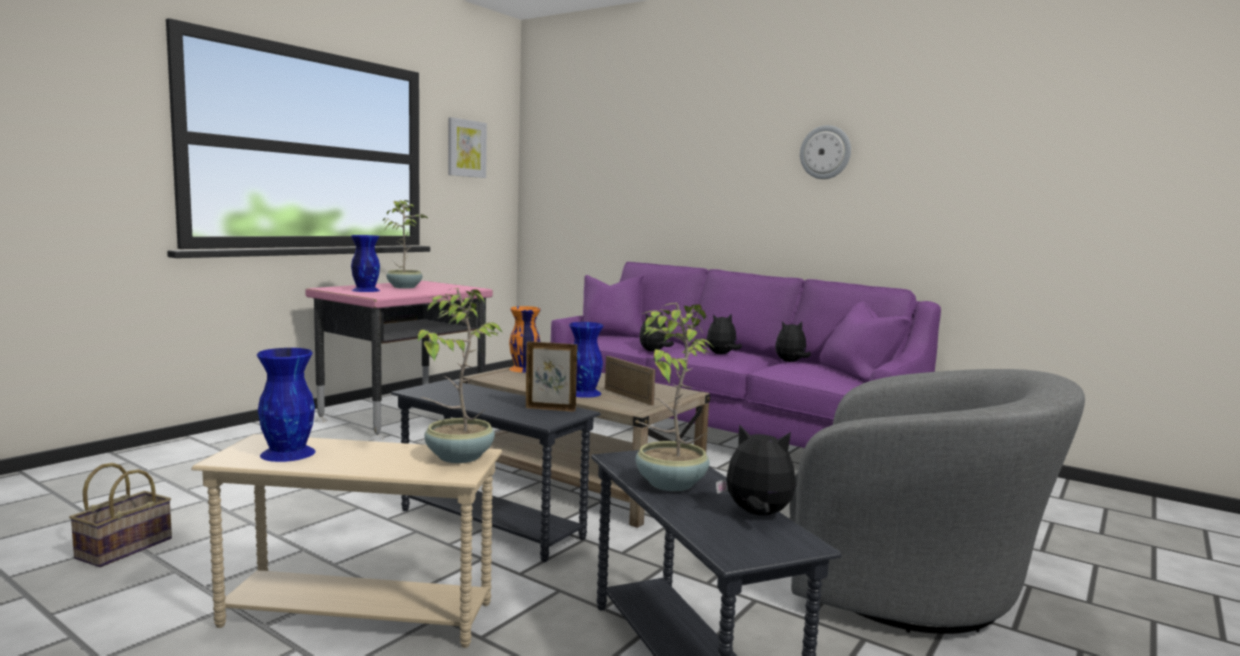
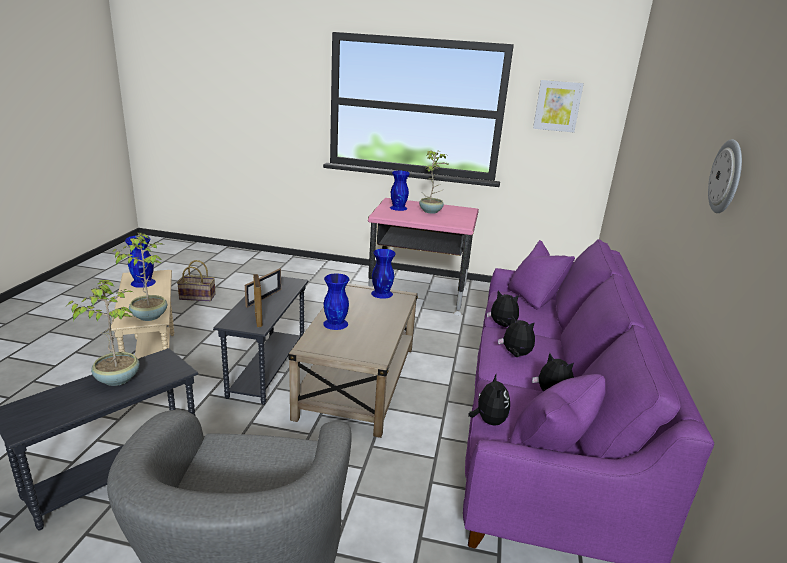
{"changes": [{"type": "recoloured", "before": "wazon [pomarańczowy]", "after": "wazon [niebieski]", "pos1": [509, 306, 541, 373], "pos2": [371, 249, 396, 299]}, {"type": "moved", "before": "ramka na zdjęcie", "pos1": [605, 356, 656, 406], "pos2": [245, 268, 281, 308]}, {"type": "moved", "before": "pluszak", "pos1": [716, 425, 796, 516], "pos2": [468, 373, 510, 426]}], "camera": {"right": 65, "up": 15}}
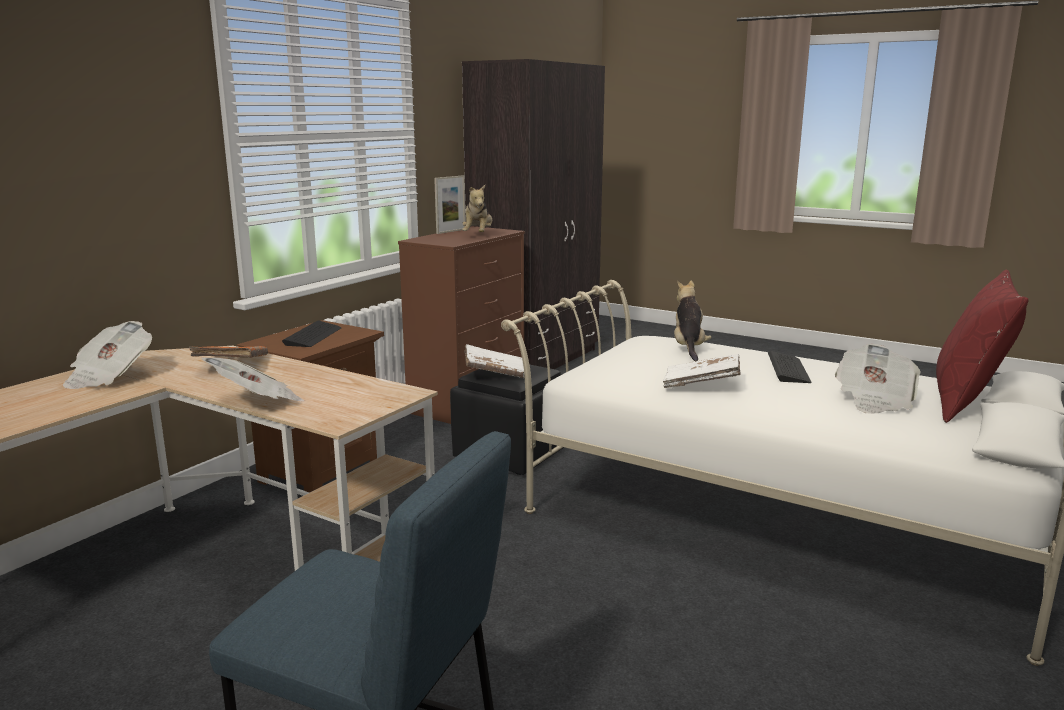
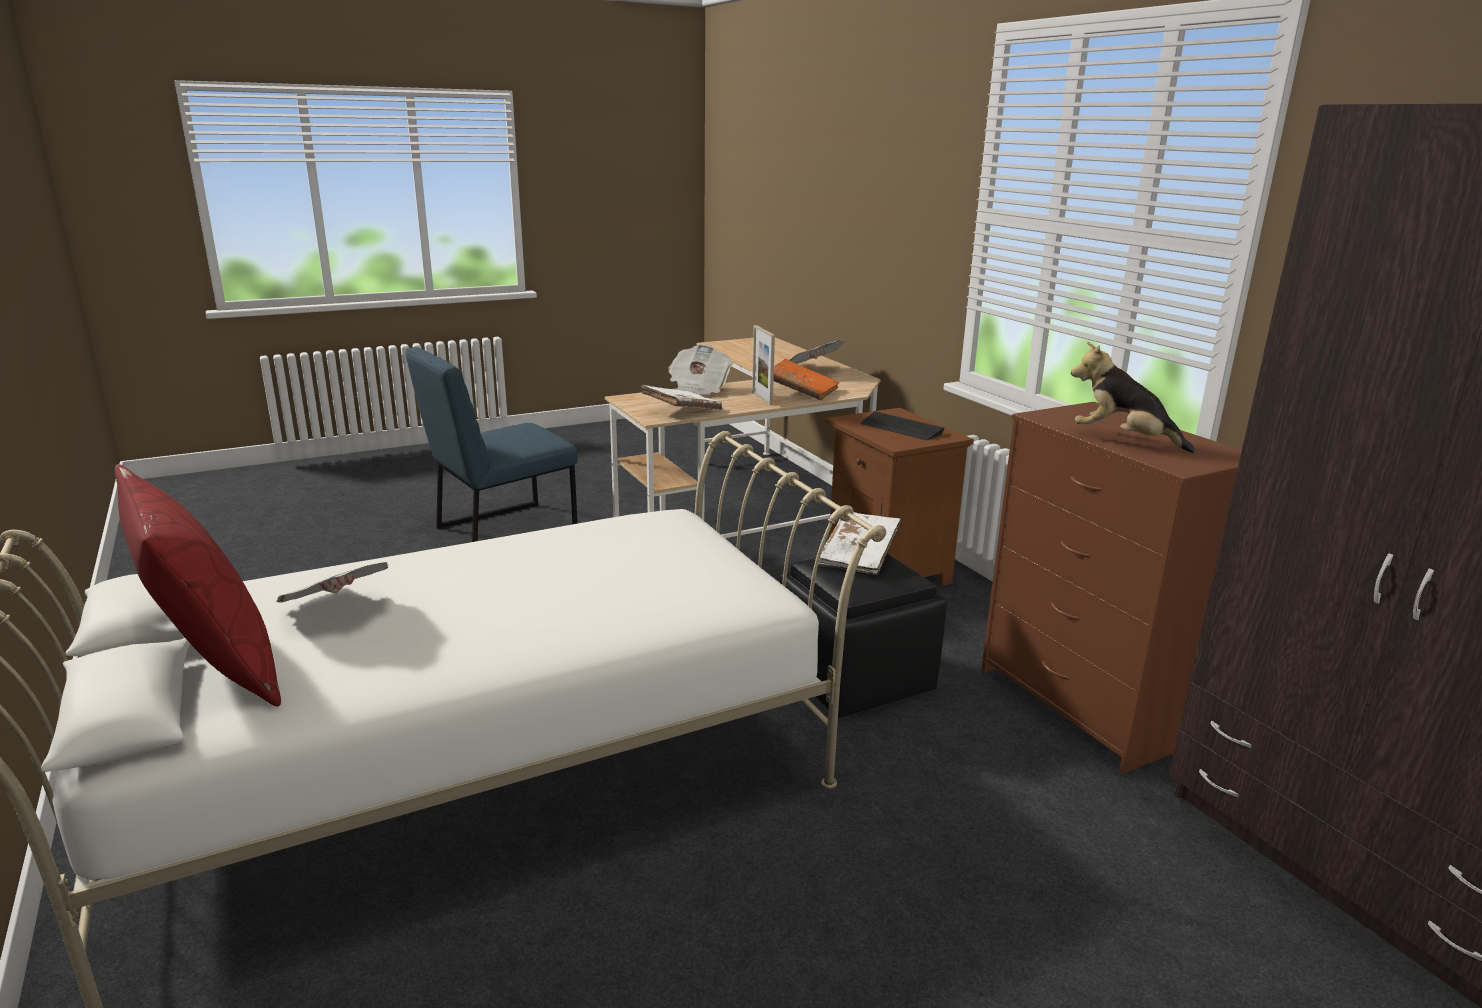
{"changes": [{"type": "moved", "before": "ramka na zdjęcie", "pos1": [434, 175, 466, 234], "pos2": [752, 325, 775, 405]}, {"type": "moved", "before": "książka [biały]", "pos1": [663, 354, 741, 388], "pos2": [642, 385, 722, 410]}, {"type": "removed", "before": "pluszak", "pos1": [674, 281, 712, 361]}, {"type": "removed", "before": "klawiatura", "pos1": [768, 351, 812, 383]}], "camera": {"right": 120, "up": 5}}
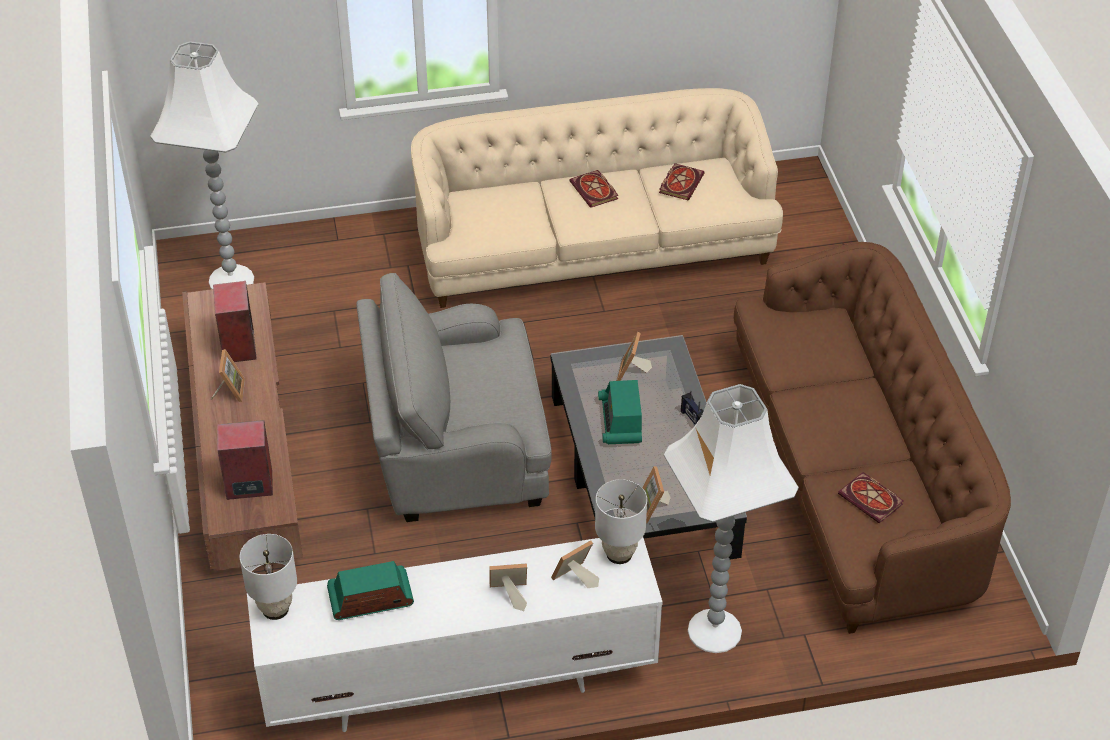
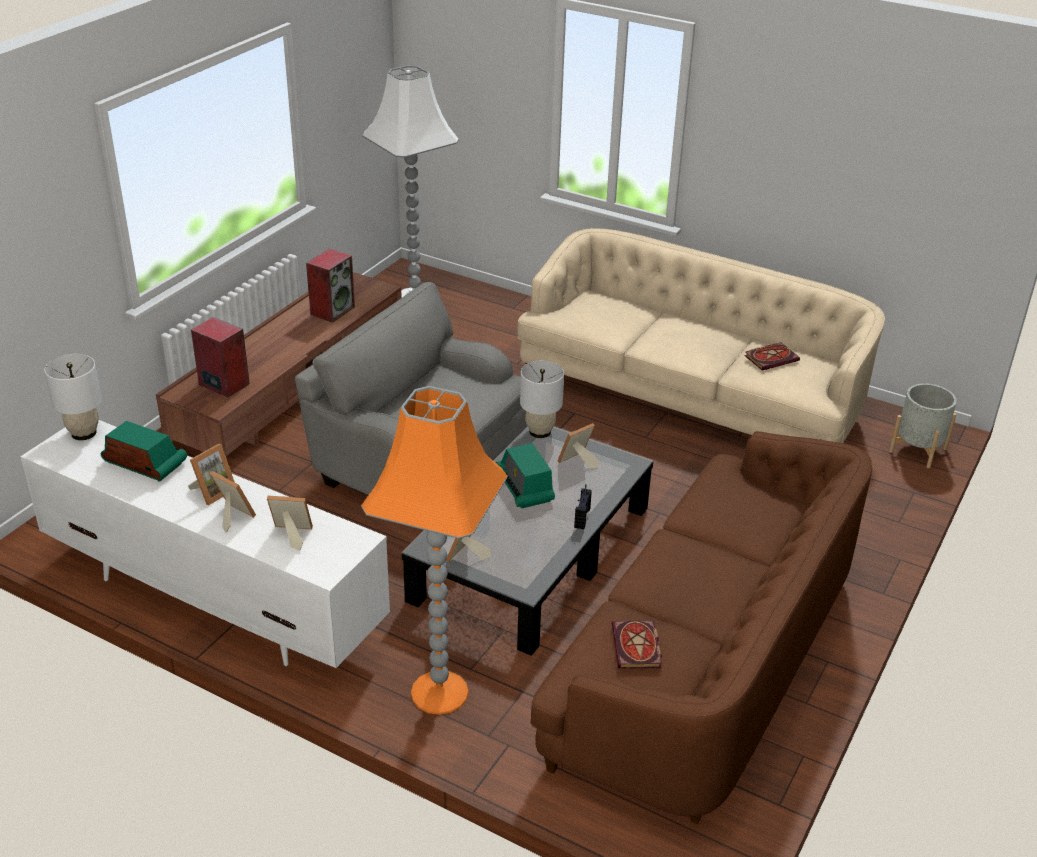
{"changes": [{"type": "moved", "before": "ramka na zdjęcie", "pos1": [211, 349, 245, 402], "pos2": [188, 444, 235, 505]}, {"type": "removed", "before": "książka", "pos1": [570, 170, 619, 208]}, {"type": "moved", "before": "lampa stołowa [biały]", "pos1": [595, 479, 647, 564], "pos2": [520, 361, 564, 438]}, {"type": "turned", "before": "radio", "pos1": [598, 380, 642, 444], "pos2": [496, 443, 555, 508], "turn": -60}, {"type": "recoloured", "before": "lampa stojąca [biały]", "after": "lampa stojąca [pomarańczowy]", "pos1": [664, 384, 799, 653], "pos2": [361, 386, 508, 715]}, {"type": "added", "after": "donica [szary]", "pos2": [889, 384, 957, 468]}], "camera": {"right": 40, "up": -10}}
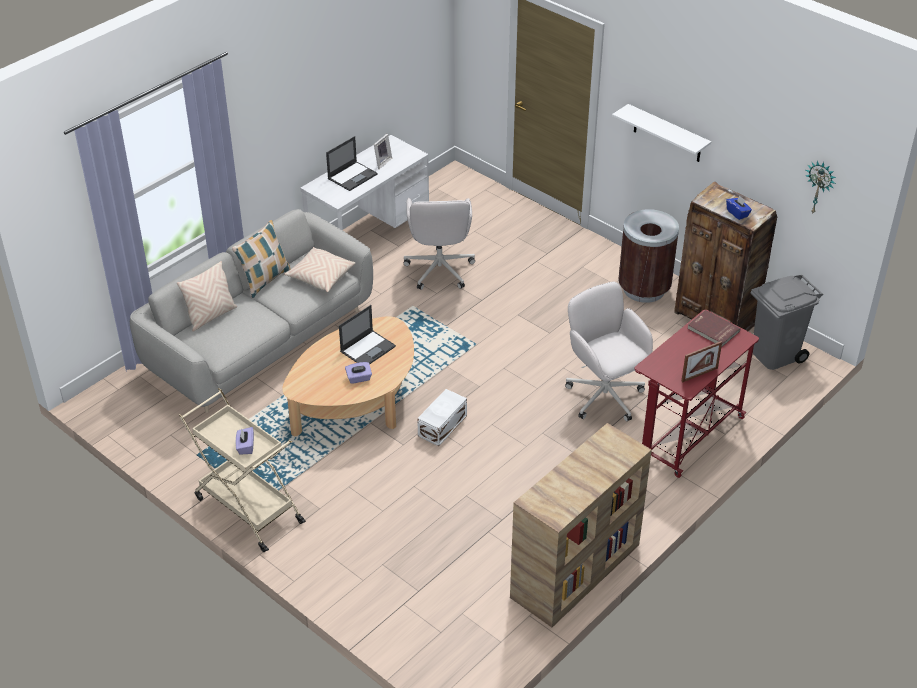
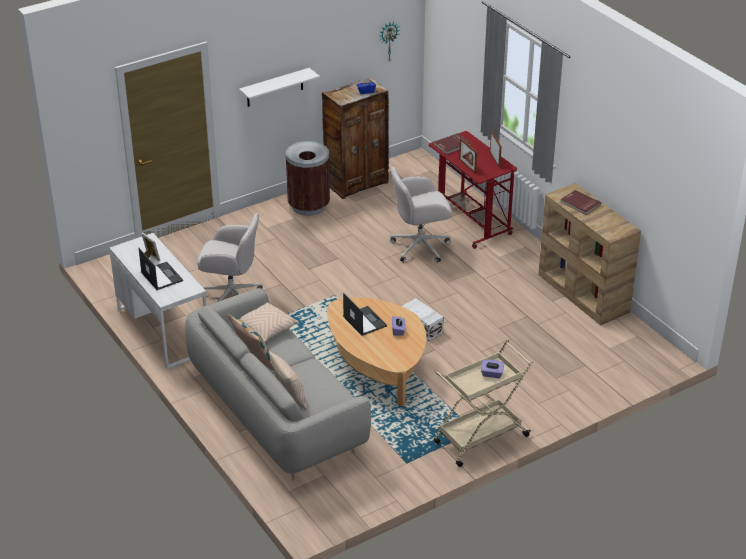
{"changes": [{"type": "removed", "before": "kosz na śmieci [szary]", "pos1": [750, 275, 823, 370]}, {"type": "added", "after": "ramka na zdjęcie", "pos2": [459, 138, 477, 174]}, {"type": "added", "after": "książka [czerwony]", "pos2": [560, 190, 601, 215]}], "camera": {"right": -75, "up": -5}}
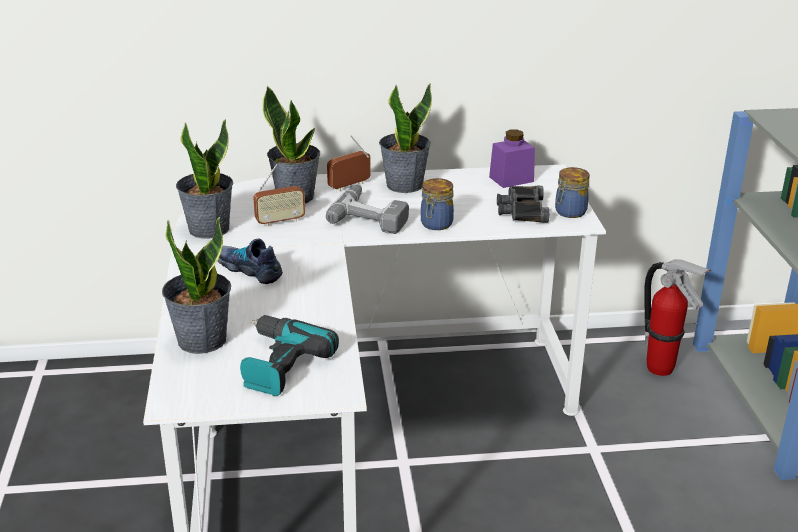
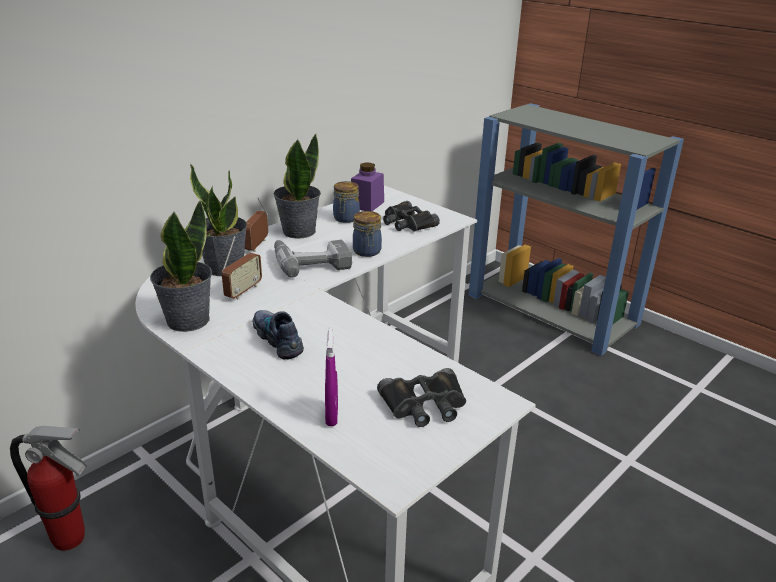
{"changes": [{"type": "replaced", "before": "roślina doniczkowa", "after": "spryskiwacz [fioletowy]", "pos1": [162, 217, 231, 354], "pos2": [325, 327, 338, 426]}, {"type": "turned", "before": "but", "pos1": [218, 238, 283, 284], "pos2": [253, 310, 304, 360], "turn": 60}, {"type": "replaced", "before": "wiertarka", "after": "lornetka [czarny]", "pos1": [240, 315, 339, 396], "pos2": [377, 368, 466, 427]}, {"type": "moved", "before": "słoik", "pos1": [555, 167, 590, 218], "pos2": [333, 181, 360, 223]}, {"type": "moved", "before": "gaśnica", "pos1": [644, 259, 712, 376], "pos2": [10, 426, 87, 551]}], "camera": {"right": -40, "up": 0}}
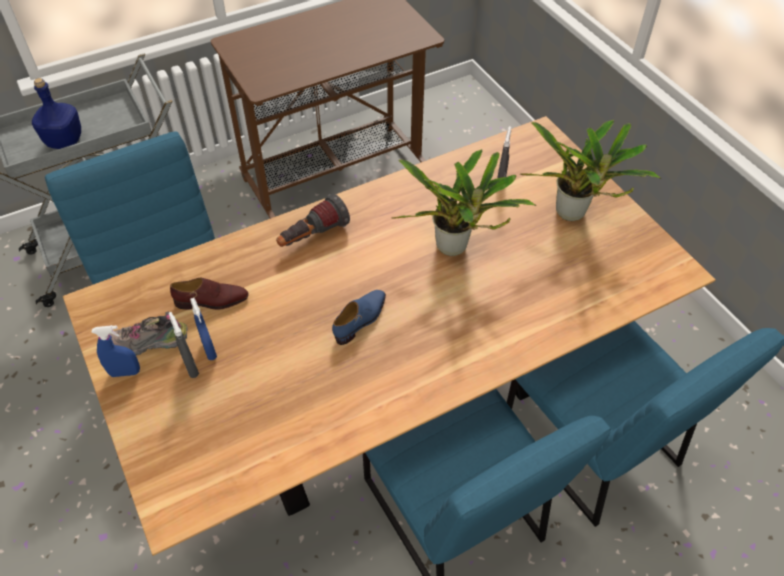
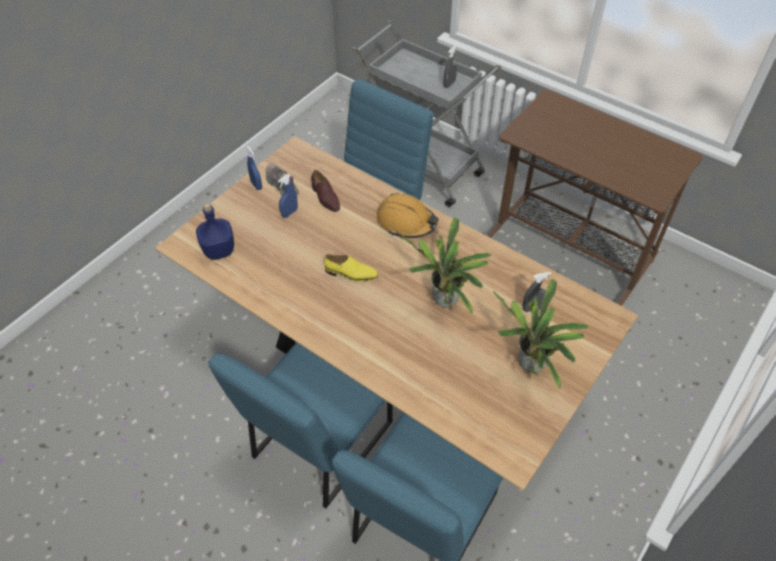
{"changes": [{"type": "moved", "before": "butelka [niebieski]", "pos1": [32, 78, 81, 149], "pos2": [196, 203, 234, 259]}, {"type": "moved", "before": "spryskiwacz [szary]", "pos1": [169, 312, 199, 378], "pos2": [443, 45, 457, 88]}, {"type": "replaced", "before": "latarka", "after": "kask [pomarańczowy]", "pos1": [276, 194, 350, 247], "pos2": [377, 193, 439, 238]}, {"type": "recoloured", "before": "but [niebieski]", "after": "but [żółty]", "pos1": [332, 290, 386, 345], "pos2": [324, 254, 378, 282]}], "camera": {"right": 65, "up": 0}}
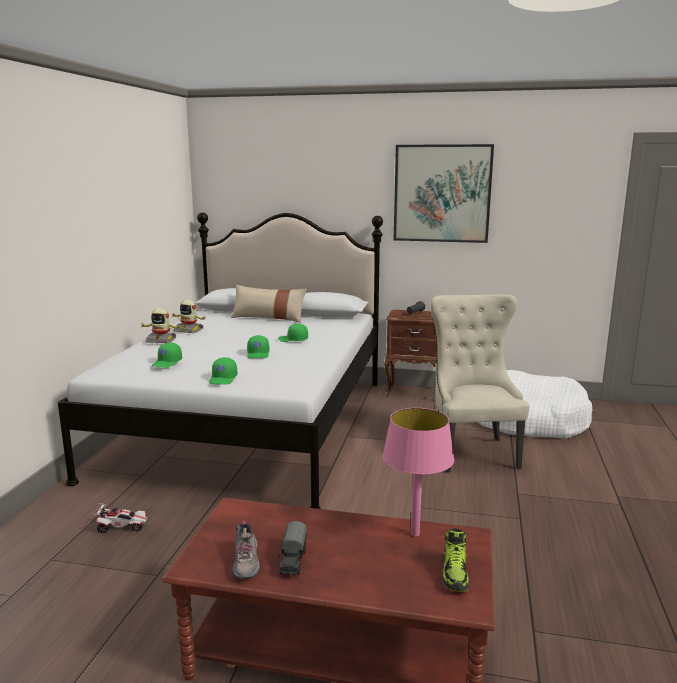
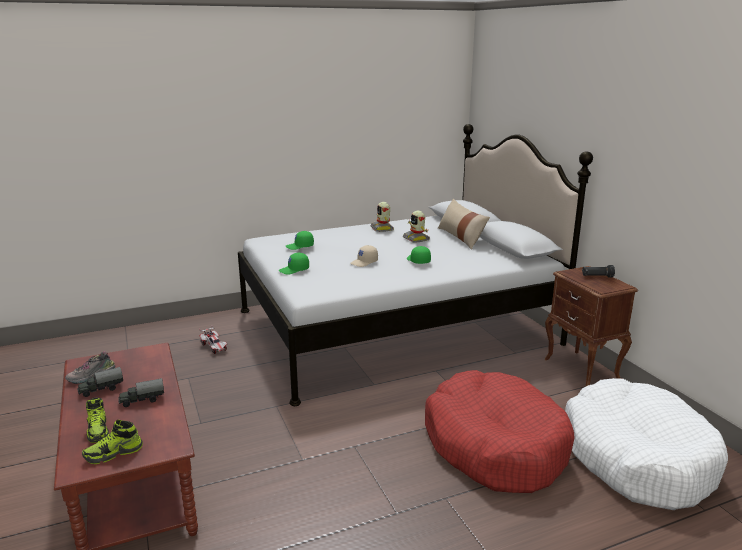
{"changes": [{"type": "moved", "before": "robot zabawkowy", "pos1": [140, 308, 180, 343], "pos2": [403, 211, 430, 243]}, {"type": "recoloured", "before": "czapka z daszkiem [zielony]", "after": "czapka z daszkiem [beżowy]", "pos1": [247, 335, 269, 358], "pos2": [350, 245, 378, 267]}, {"type": "removed", "before": "lampa stołowa [różowy]", "pos1": [383, 408, 454, 536]}, {"type": "removed", "before": "obraz", "pos1": [394, 144, 494, 243]}, {"type": "replaced", "before": "krzesło [beżowy]", "after": "legowisko [czerwony]", "pos1": [431, 294, 529, 472], "pos2": [425, 370, 574, 493]}, {"type": "added", "after": "but", "pos2": [86, 398, 109, 443]}, {"type": "added", "after": "ciężarówka zabawkowa", "pos2": [118, 378, 164, 407]}], "camera": {"right": 55, "up": 5}}
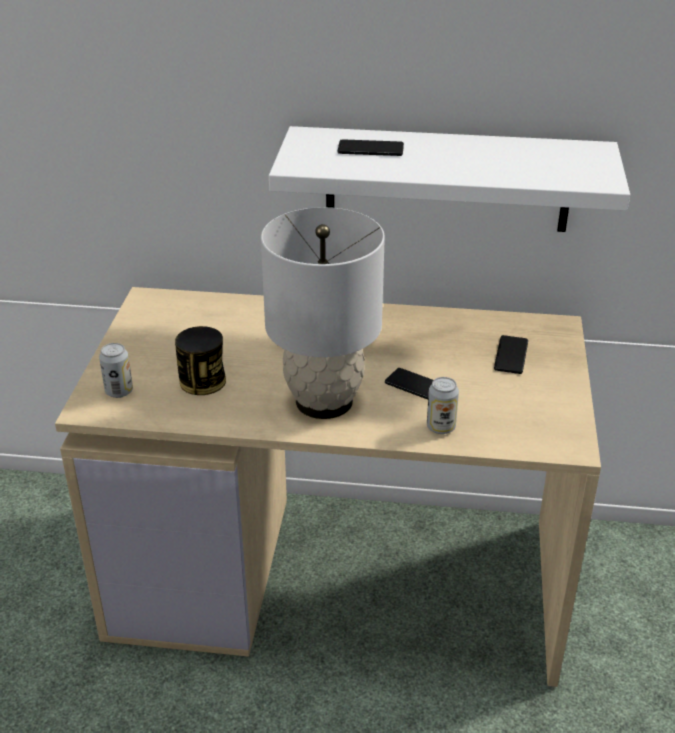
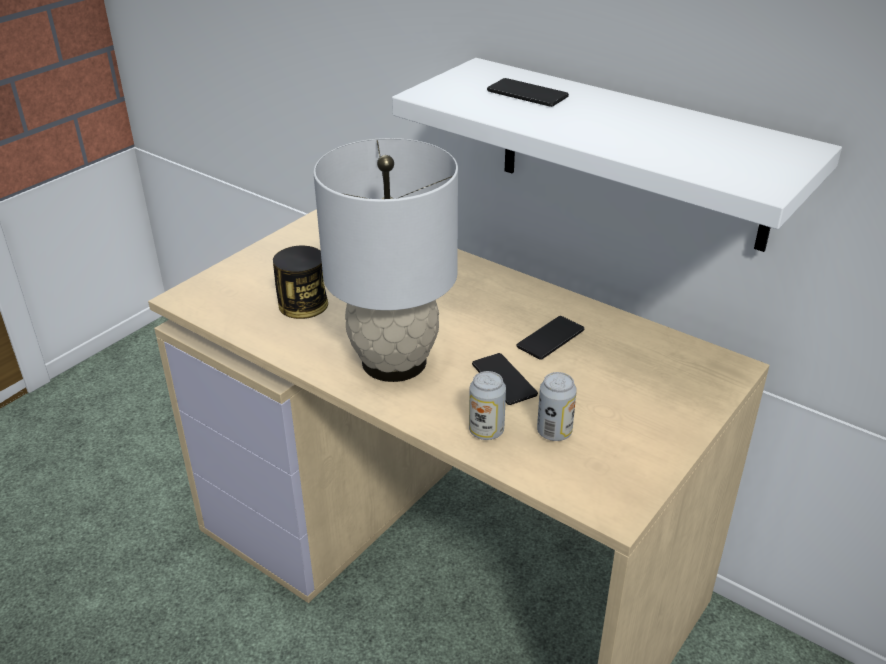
{"changes": [{"type": "moved", "before": "puszka", "pos1": [99, 343, 133, 398], "pos2": [537, 372, 577, 441]}, {"type": "moved", "before": "telefon", "pos1": [494, 335, 528, 374], "pos2": [517, 316, 584, 360]}], "camera": {"right": 30, "up": 0}}
